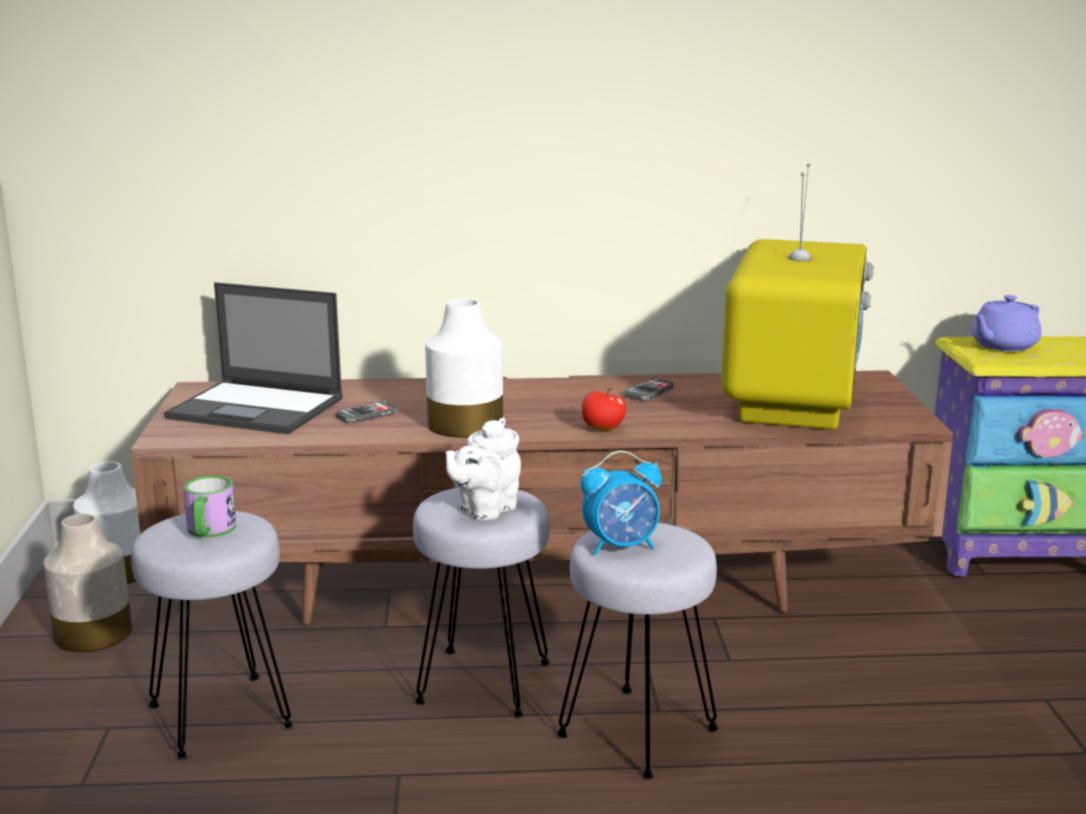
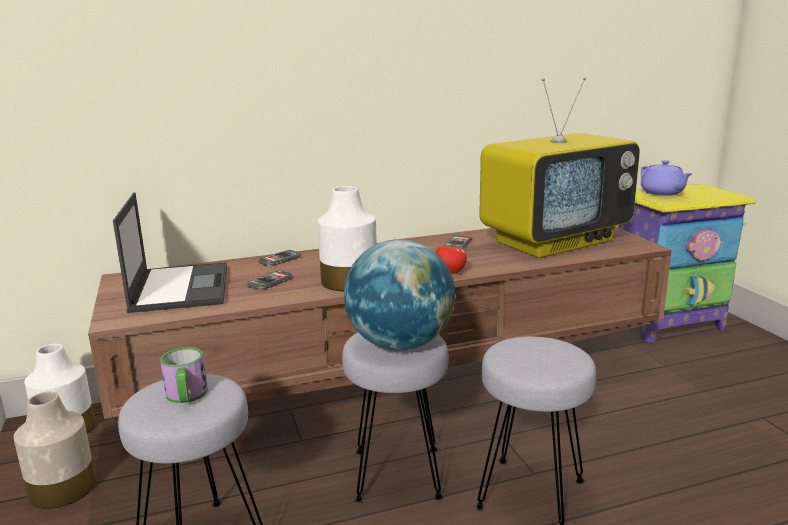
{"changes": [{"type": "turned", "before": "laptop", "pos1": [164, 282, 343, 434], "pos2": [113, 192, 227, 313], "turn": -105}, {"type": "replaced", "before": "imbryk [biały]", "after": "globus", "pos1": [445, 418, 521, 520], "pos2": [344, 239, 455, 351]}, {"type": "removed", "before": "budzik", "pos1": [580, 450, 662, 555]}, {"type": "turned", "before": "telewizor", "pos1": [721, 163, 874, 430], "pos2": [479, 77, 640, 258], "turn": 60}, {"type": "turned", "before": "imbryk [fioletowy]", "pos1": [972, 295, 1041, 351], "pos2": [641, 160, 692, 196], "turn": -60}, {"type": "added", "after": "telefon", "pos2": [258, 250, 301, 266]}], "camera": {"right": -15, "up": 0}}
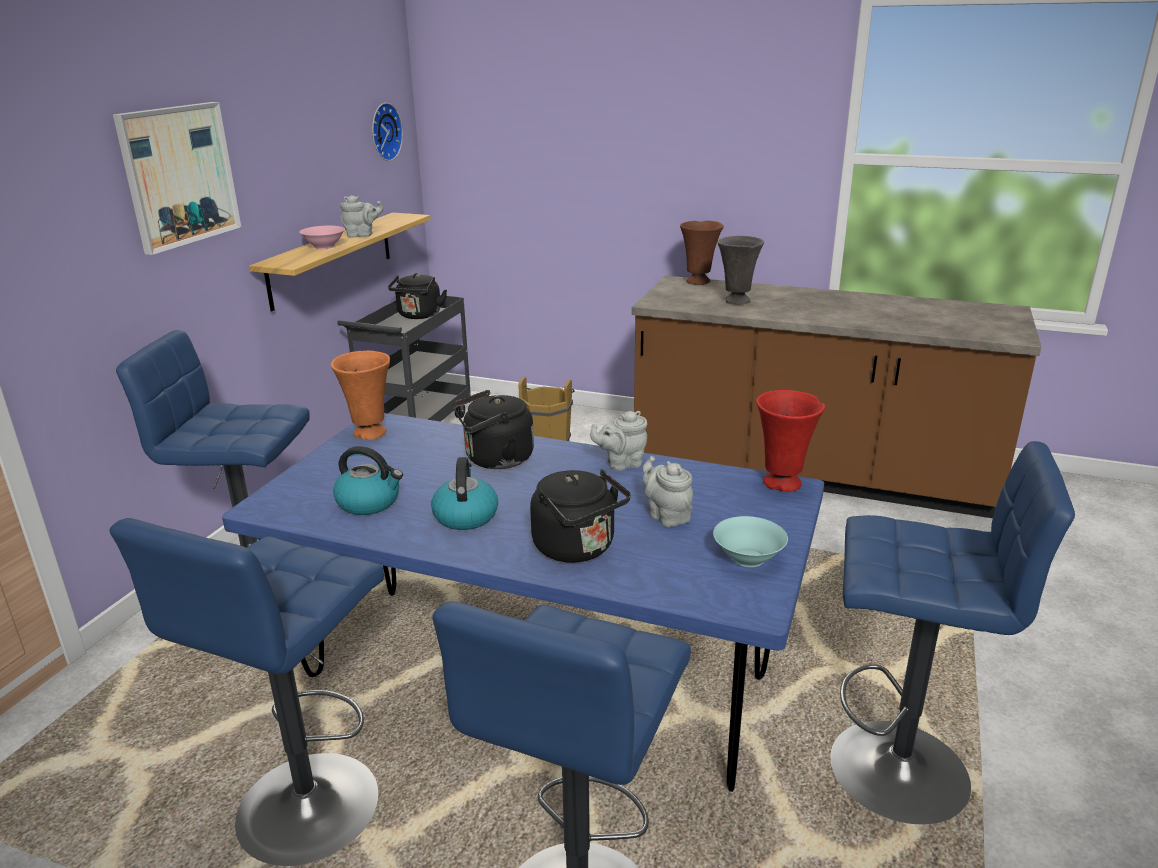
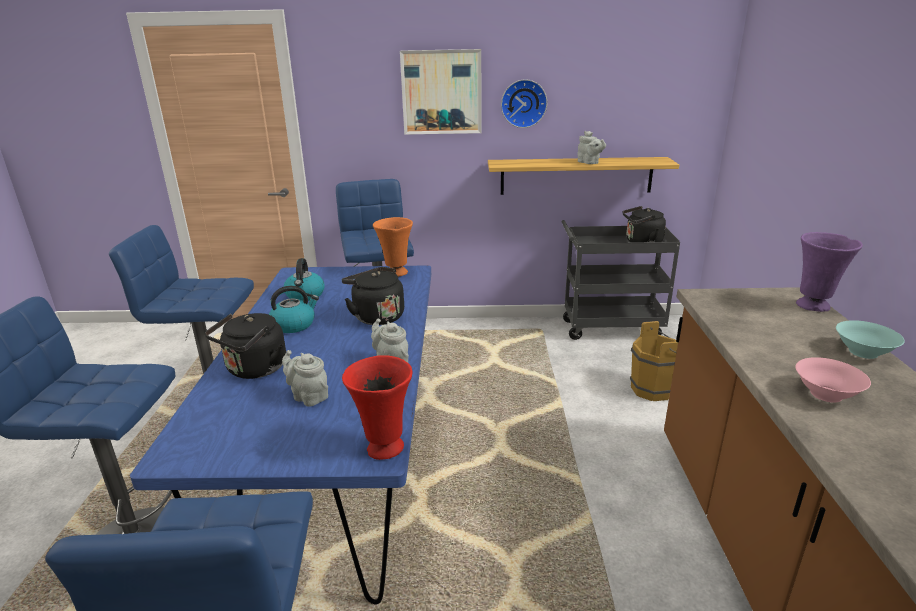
{"changes": [{"type": "moved", "before": "miska [różowy]", "pos1": [299, 226, 345, 249], "pos2": [796, 357, 871, 403]}, {"type": "moved", "before": "zegar ścienny", "pos1": [372, 103, 403, 161], "pos2": [501, 79, 547, 128]}, {"type": "turned", "before": "imbryk [szary]", "pos1": [643, 456, 693, 527], "pos2": [282, 350, 328, 407], "turn": -90}, {"type": "recoloured", "before": "wazon [brązowy]", "after": "wazon [fioletowy]", "pos1": [680, 221, 724, 285], "pos2": [796, 232, 863, 312]}, {"type": "moved", "before": "miska [turkusowy]", "pos1": [713, 516, 788, 567], "pos2": [836, 320, 905, 359]}, {"type": "removed", "before": "wazon [szary]", "pos1": [717, 236, 764, 305]}], "camera": {"right": 70, "up": 0}}
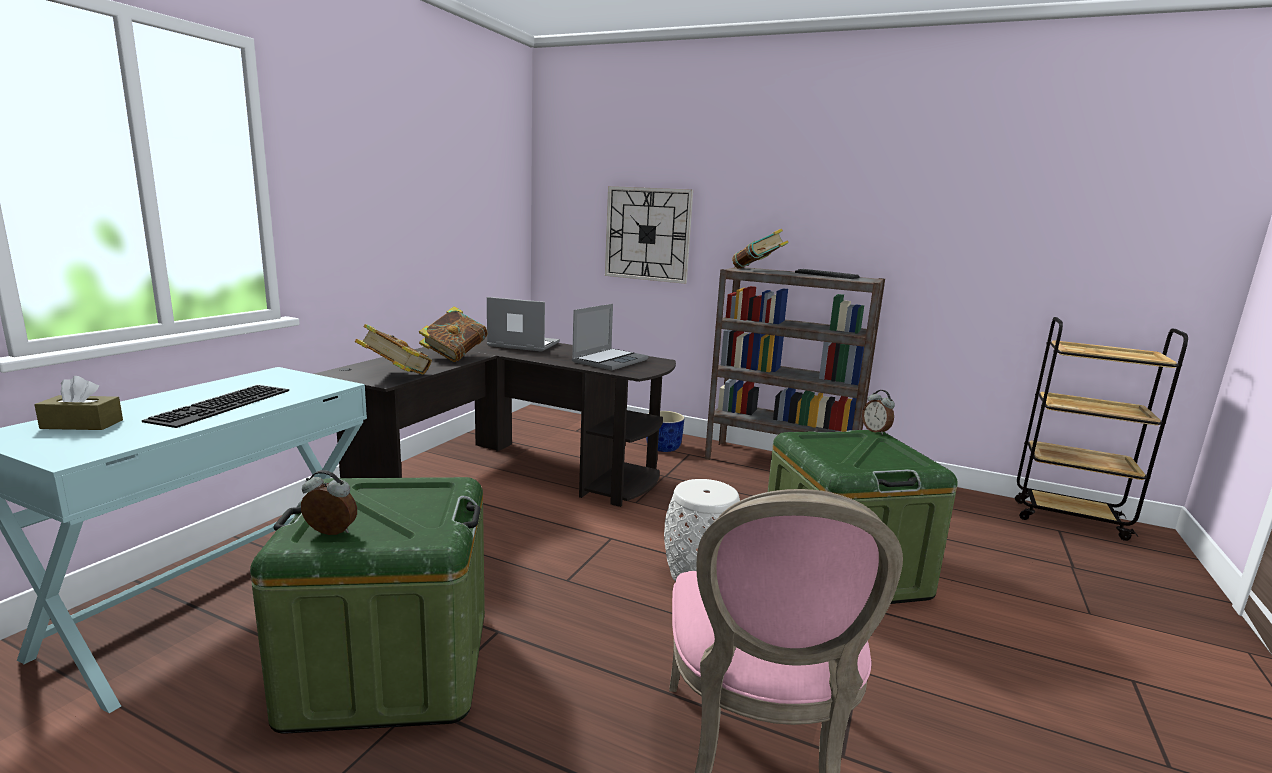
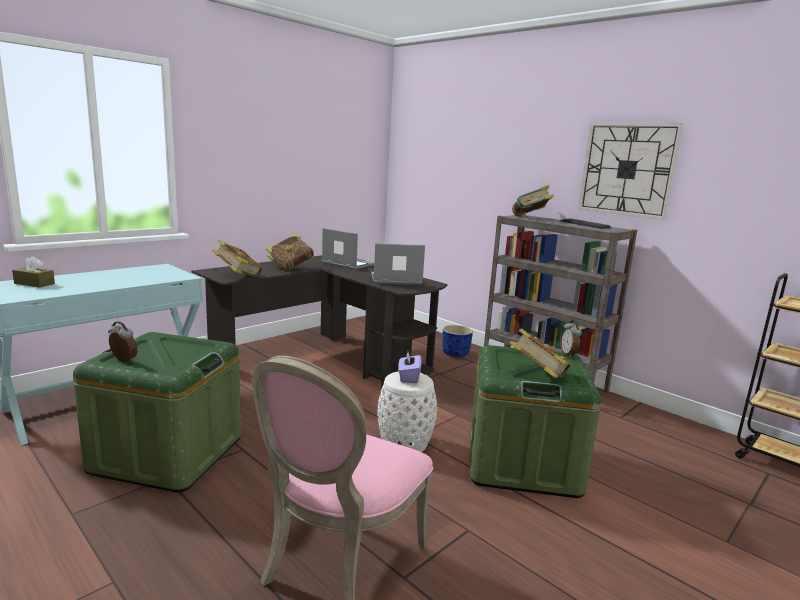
{"changes": [{"type": "removed", "before": "klawiatura", "pos1": [142, 385, 289, 428]}, {"type": "turned", "before": "laptop", "pos1": [572, 304, 649, 370], "pos2": [371, 243, 425, 285], "turn": -150}, {"type": "moved", "before": "zegar ścienny", "pos1": [605, 186, 693, 284], "pos2": [578, 123, 684, 220]}, {"type": "added", "after": "pudełko chusteczek [fioletowy]", "pos2": [398, 352, 421, 383]}, {"type": "added", "after": "książka", "pos2": [510, 328, 571, 378]}], "camera": {"right": 20, "up": 0}}
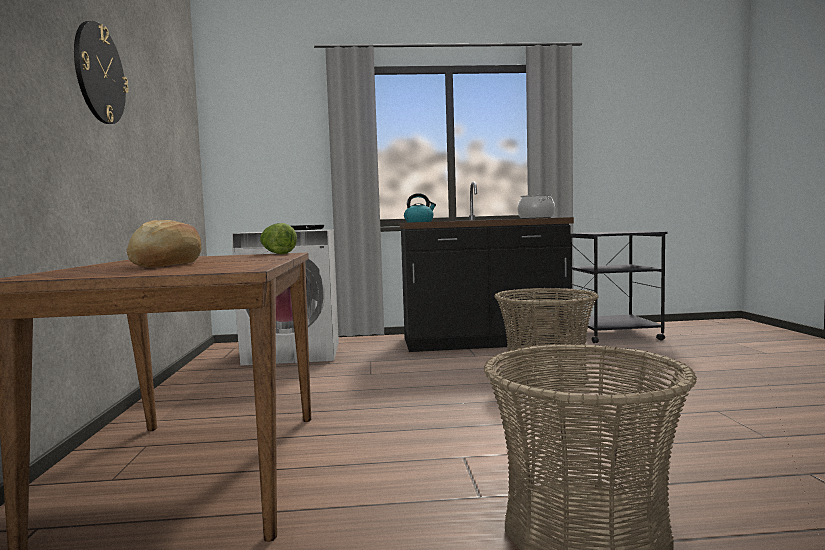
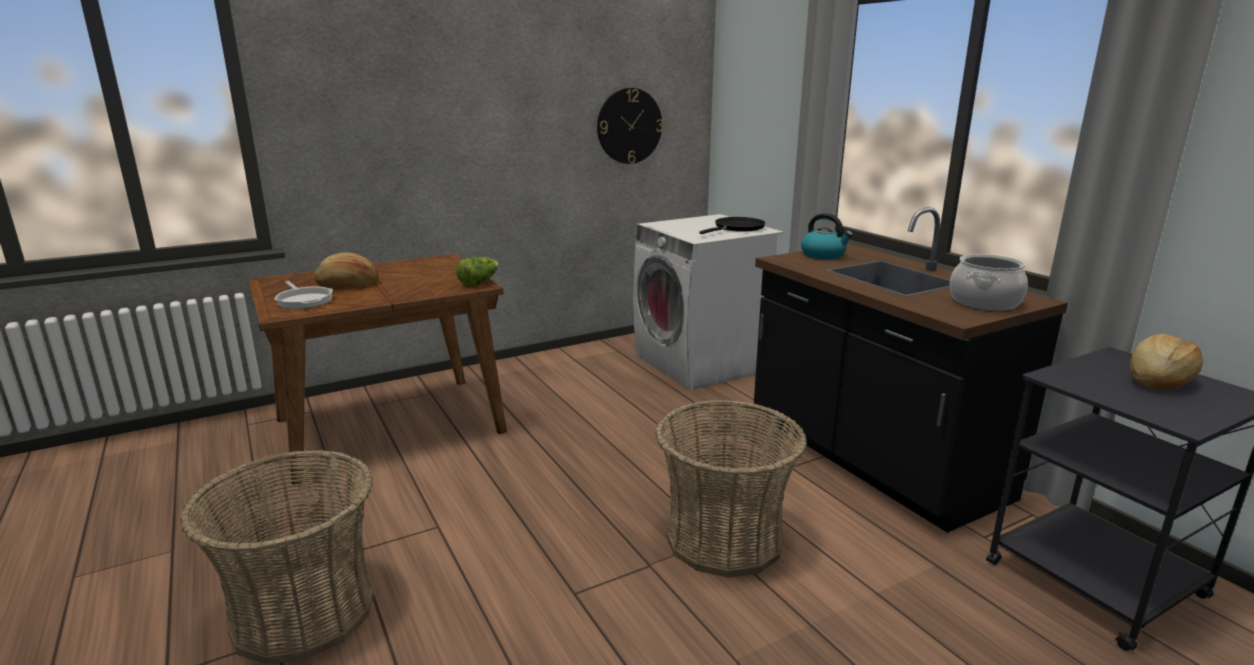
{"changes": [{"type": "moved", "before": "zegar ścienny", "pos1": [74, 21, 129, 124], "pos2": [597, 88, 663, 164]}, {"type": "added", "after": "patelnia", "pos2": [274, 281, 333, 309]}, {"type": "added", "after": "chleb", "pos2": [1130, 333, 1203, 390]}], "camera": {"right": 65, "up": 15}}
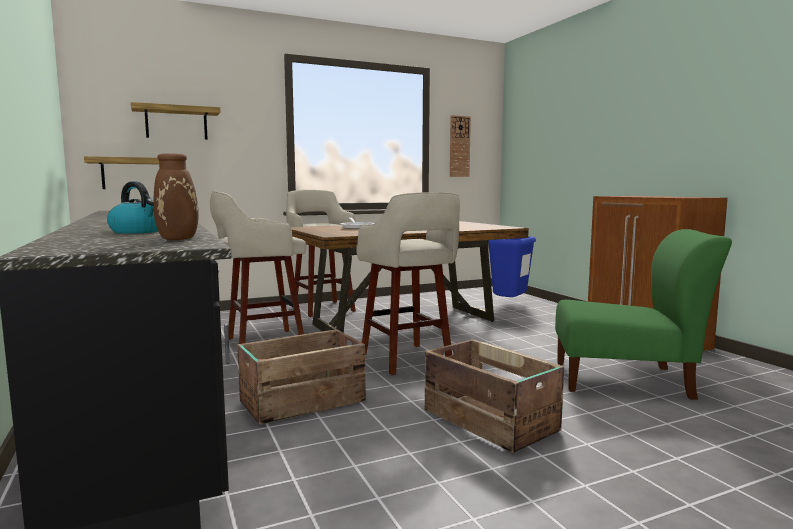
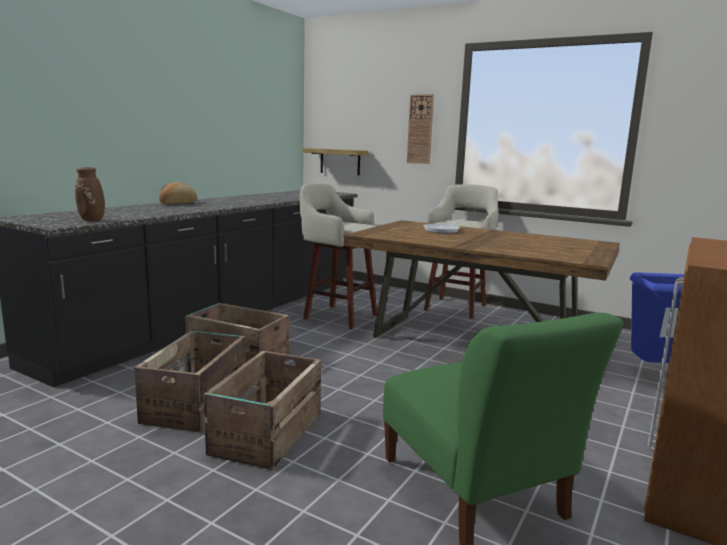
{"changes": [{"type": "removed", "before": "czajnik", "pos1": [107, 181, 158, 234]}, {"type": "removed", "before": "półka", "pos1": [131, 102, 221, 140]}, {"type": "removed", "before": "stołek [beżowy]", "pos1": [356, 192, 460, 375]}, {"type": "moved", "before": "zegar ścienny", "pos1": [450, 115, 471, 177], "pos2": [407, 94, 434, 164]}, {"type": "added", "after": "skrzynka", "pos2": [134, 331, 246, 433]}, {"type": "added", "after": "chleb", "pos2": [159, 182, 197, 204]}], "camera": {"right": 55, "up": 5}}
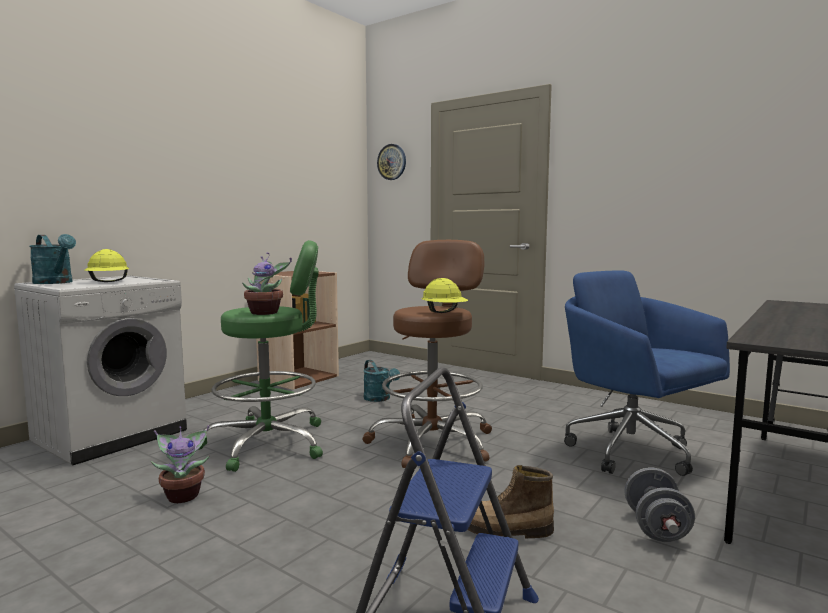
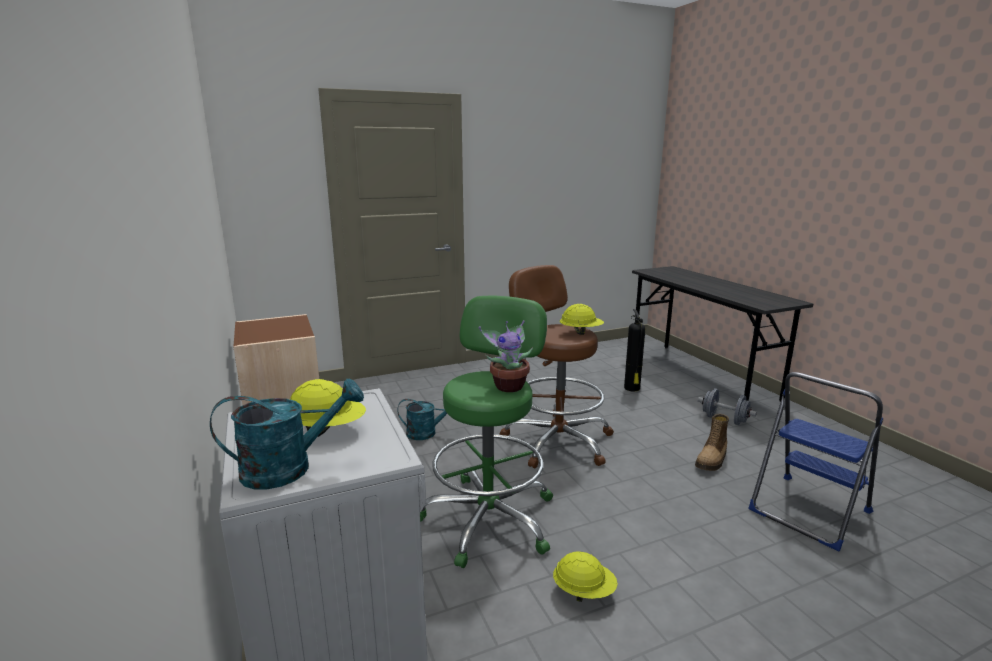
{"changes": [{"type": "replaced", "before": "roślina doniczkowa", "after": "kask [żółty]", "pos1": [151, 425, 210, 503], "pos2": [553, 551, 618, 602]}, {"type": "removed", "before": "zegar ścienny", "pos1": [377, 144, 406, 180]}, {"type": "replaced", "before": "krzesło biurowe [niebieski]", "after": "gaśnica", "pos1": [564, 270, 730, 476], "pos2": [624, 309, 645, 392]}], "camera": {"right": -60, "up": 10}}
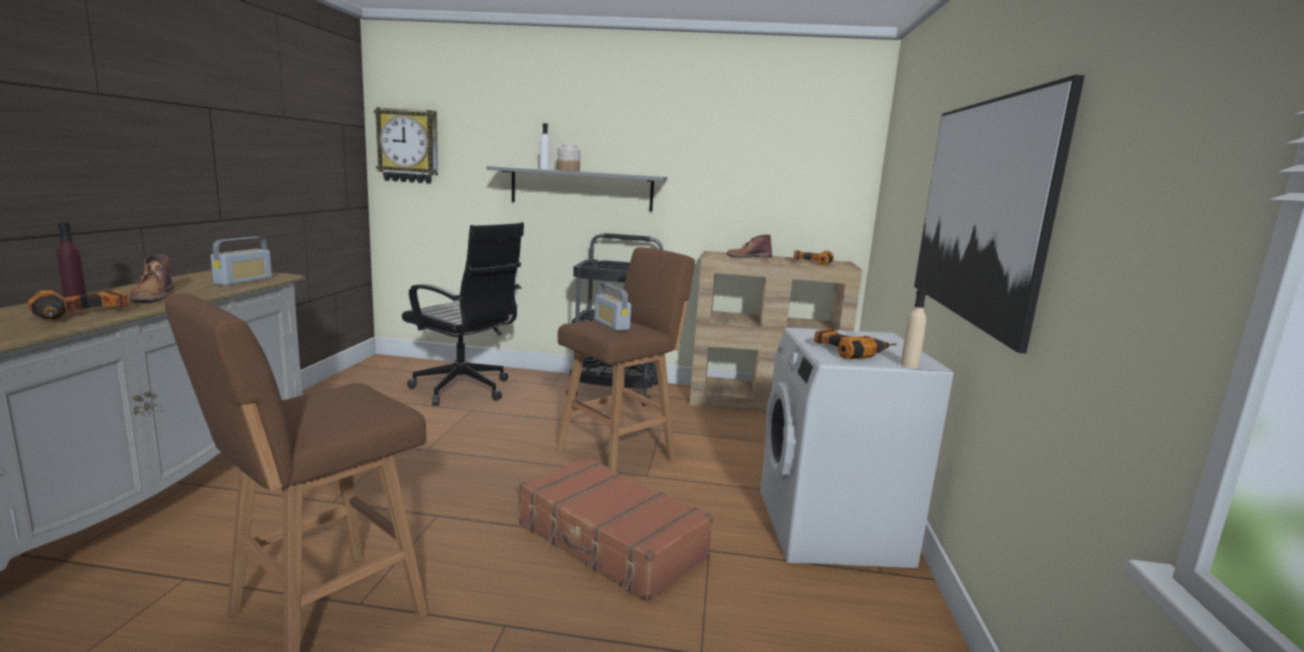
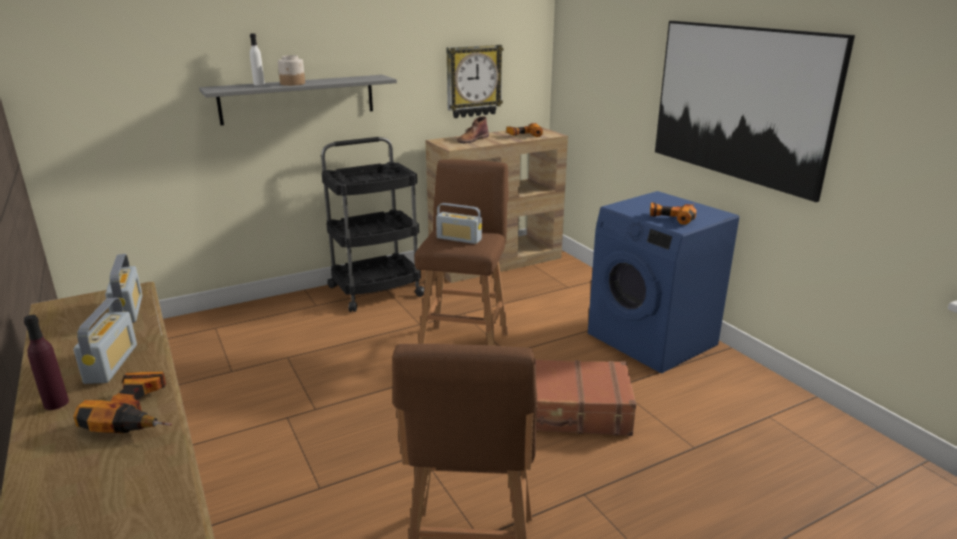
{"changes": [{"type": "replaced", "before": "but z cholewką [brązowy]", "after": "radio", "pos1": [129, 254, 174, 303], "pos2": [73, 298, 137, 384]}, {"type": "moved", "before": "zegar ścienny", "pos1": [374, 107, 438, 184], "pos2": [447, 45, 504, 118]}, {"type": "removed", "before": "krzesło biurowe [czarny]", "pos1": [402, 222, 524, 406]}, {"type": "recoloured", "before": "pralka [biały]", "after": "pralka [niebieski]", "pos1": [760, 328, 953, 568], "pos2": [588, 191, 739, 373]}, {"type": "removed", "before": "butelka [beżowy]", "pos1": [900, 289, 927, 368]}], "camera": {"right": -35, "up": 10}}
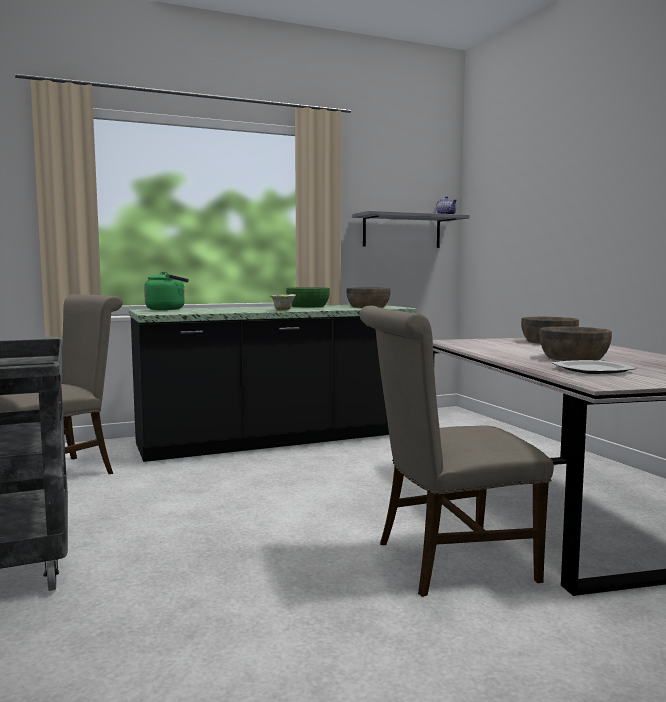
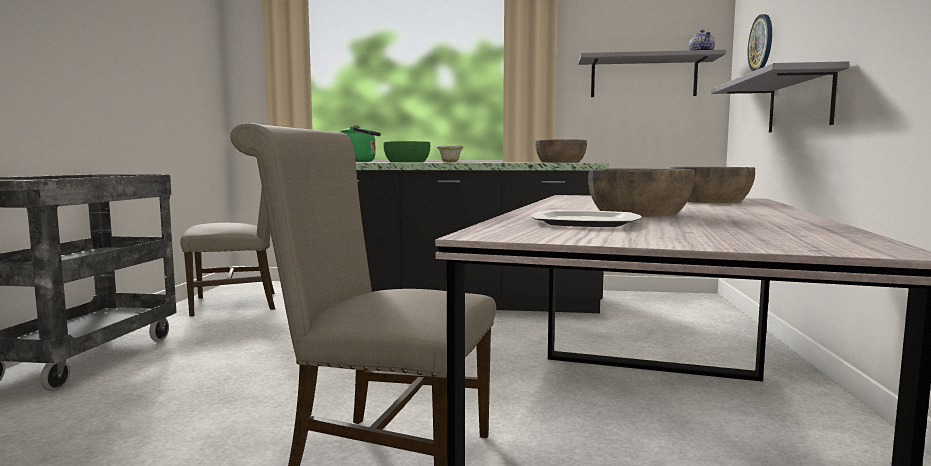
{"changes": [{"type": "moved", "before": "miska [zielony]", "pos1": [286, 287, 330, 307], "pos2": [383, 141, 430, 162]}, {"type": "added", "after": "półka [szary]", "pos2": [711, 61, 849, 133]}, {"type": "added", "after": "zegar ścienny", "pos2": [748, 14, 772, 71]}], "camera": {"right": 30, "up": 0}}
